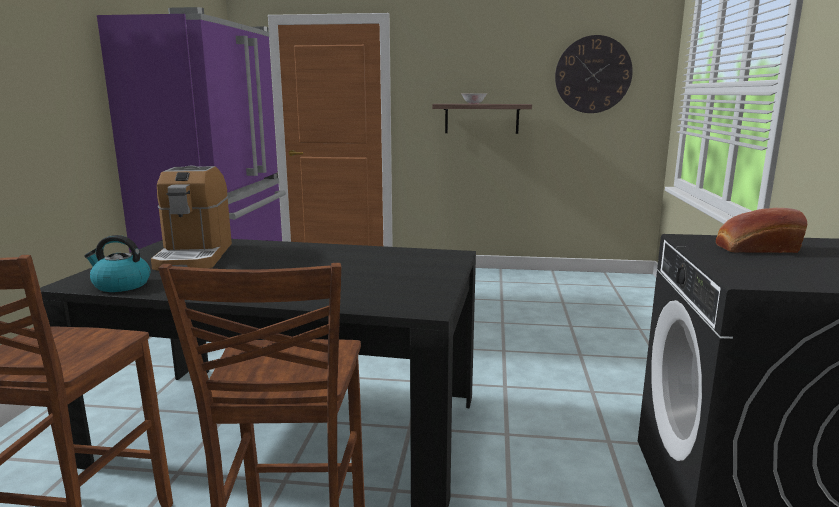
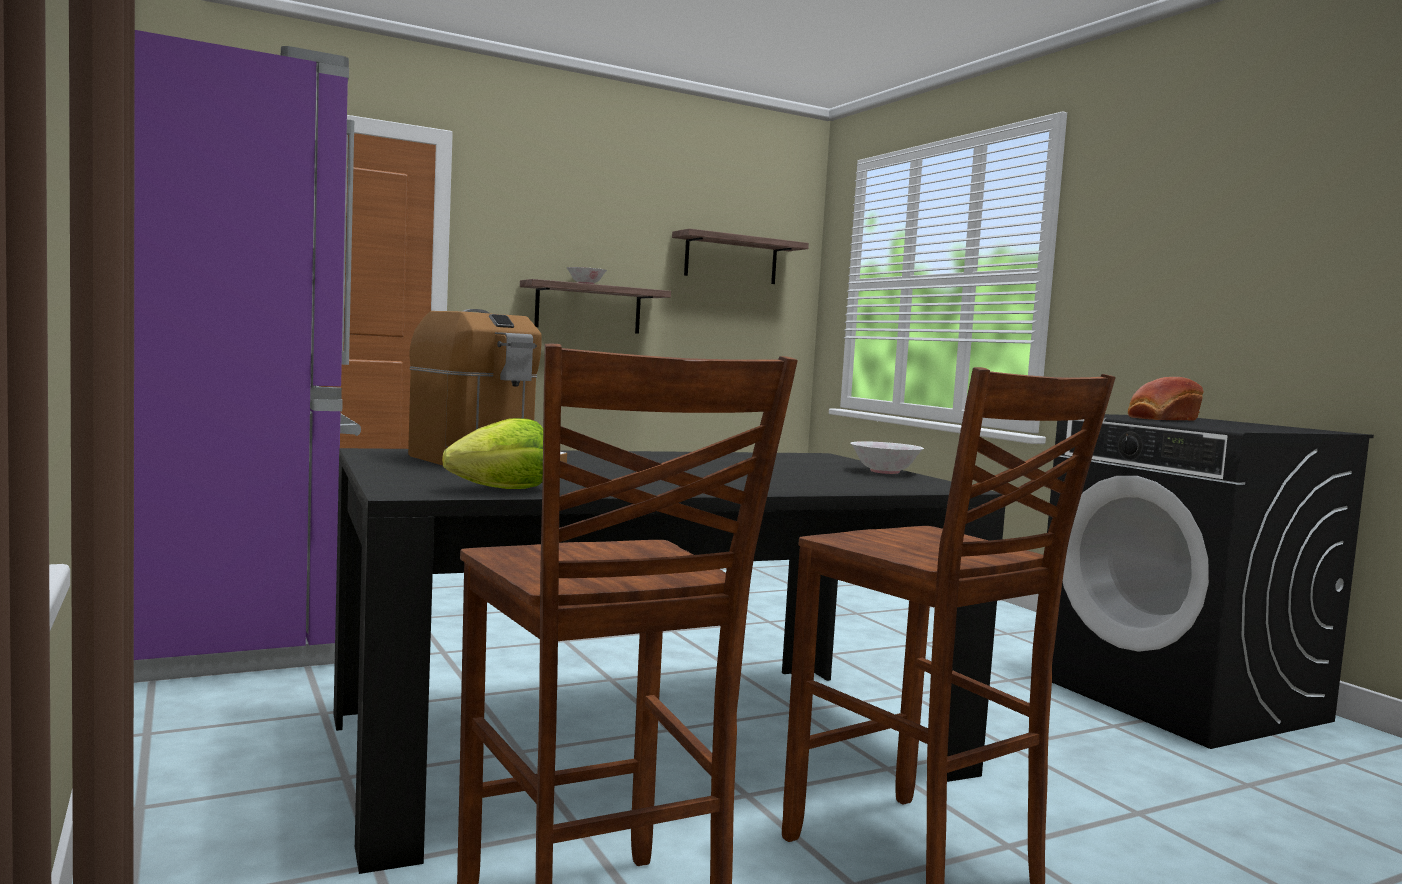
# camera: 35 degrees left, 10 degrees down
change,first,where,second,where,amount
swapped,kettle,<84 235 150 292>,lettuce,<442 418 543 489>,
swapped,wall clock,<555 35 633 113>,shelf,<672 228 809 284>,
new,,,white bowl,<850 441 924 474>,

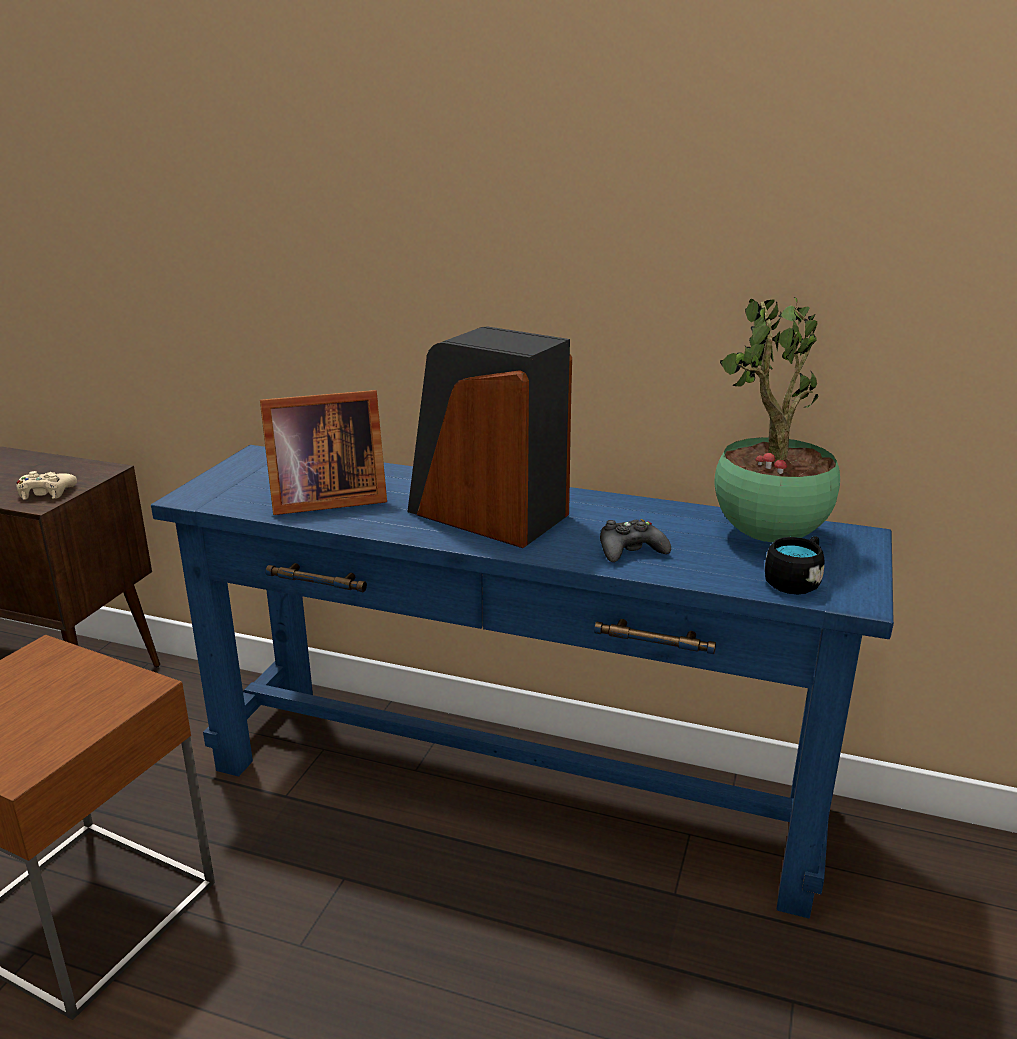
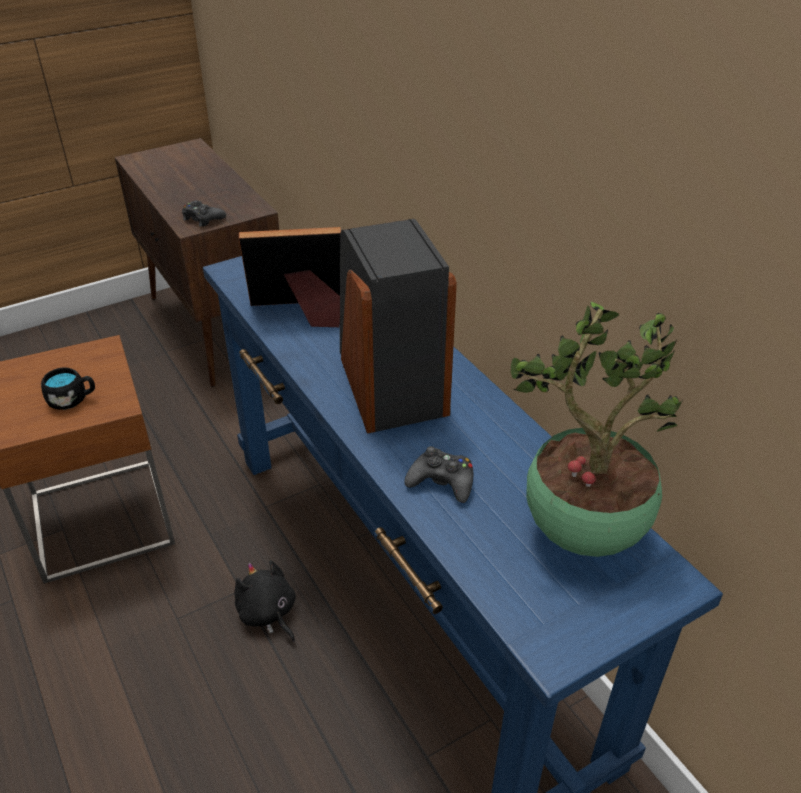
# camera: 40 degrees right, 15 degrees up
change,first,where,second,where,amount
shifted,black mug,<765 536 824 594>,,<41 367 95 410>,
repainted,beige game controller,<16 471 77 500>,black game controller,<182 200 226 227>,
new,,,black plush toy,<234 560 296 643>,
rotated,picture frame,<260 390 387 515>,,<239 227 341 327>,150 degrees clockwise

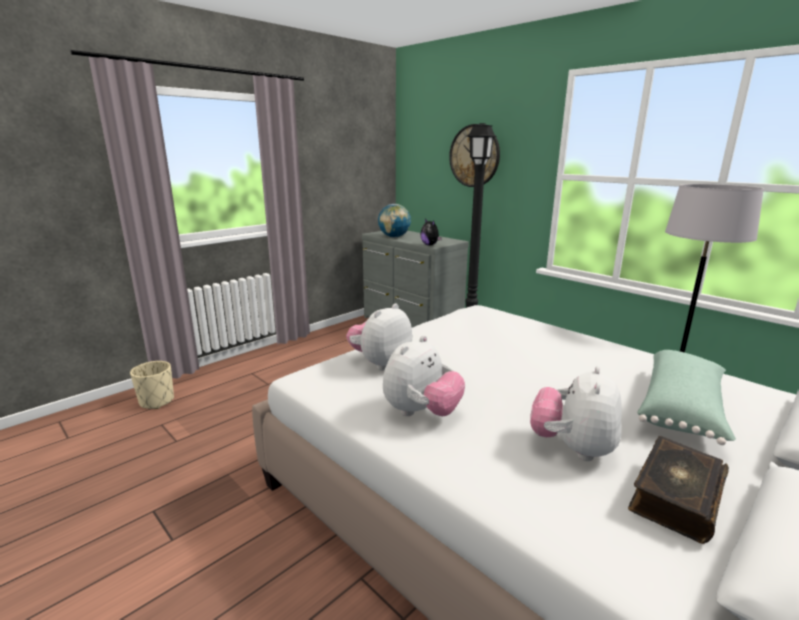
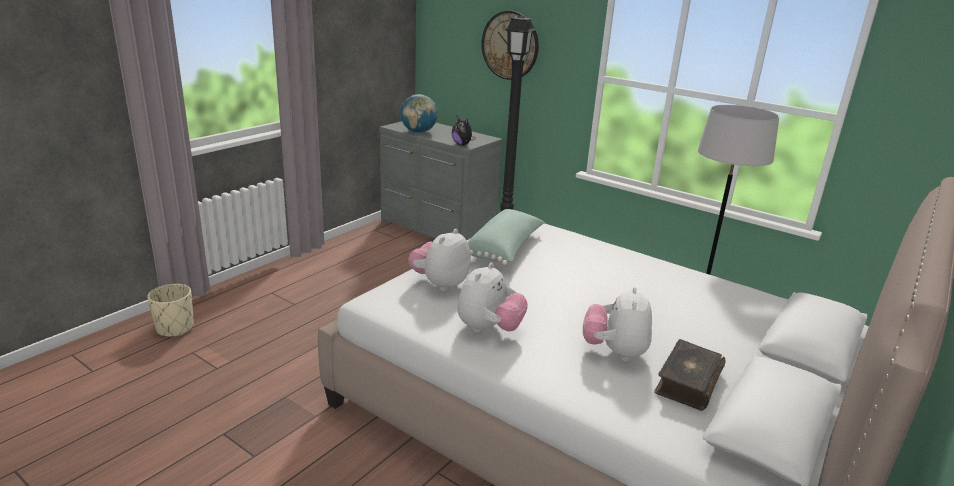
# camera: 10 degrees left, 5 degrees up
change,first,where,second,where,amount
shifted,green pillow,<637 350 736 445>,,<468 209 545 265>,

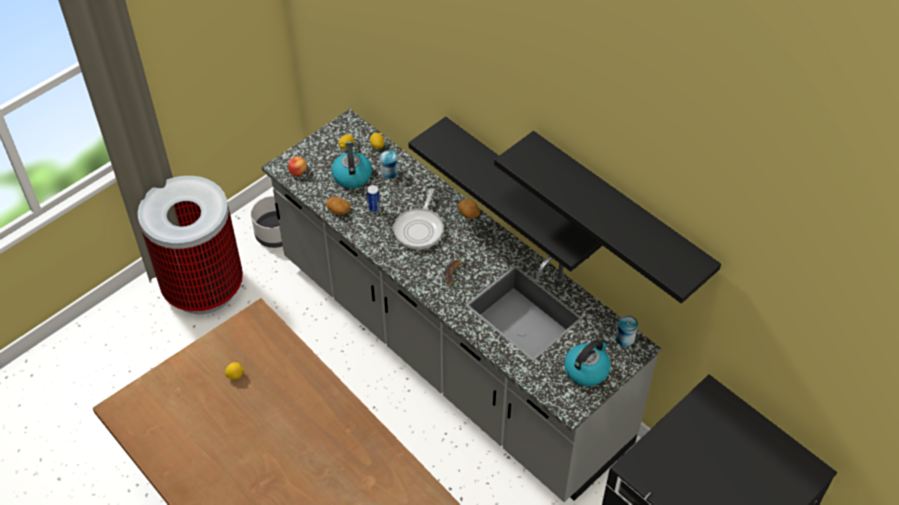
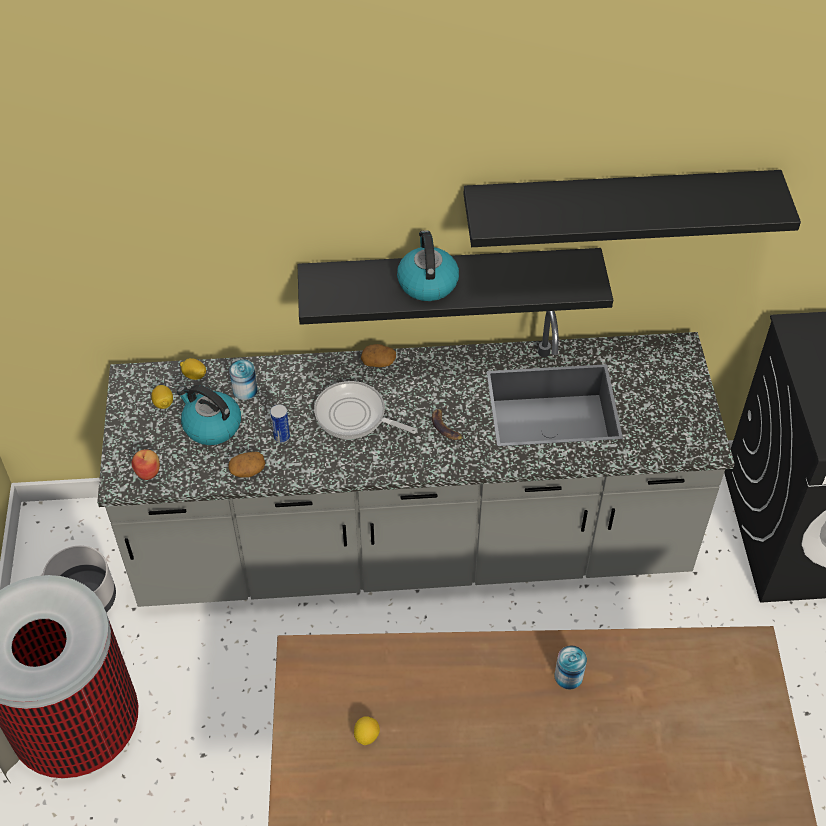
# camera: 50 degrees left, 0 degrees up
change,first,where,second,where,amount
rotated,frying pan,<393 188 444 249>,,<314 381 417 439>,150 degrees clockwise
shifted,kettle,<564 337 611 386>,,<397 230 459 301>,
shifted,can,<616 316 638 346>,,<554 646 587 690>,

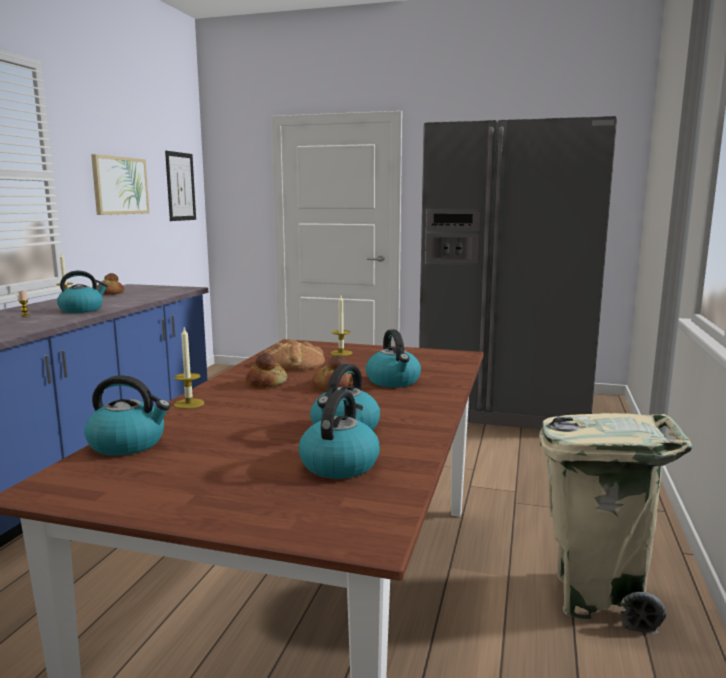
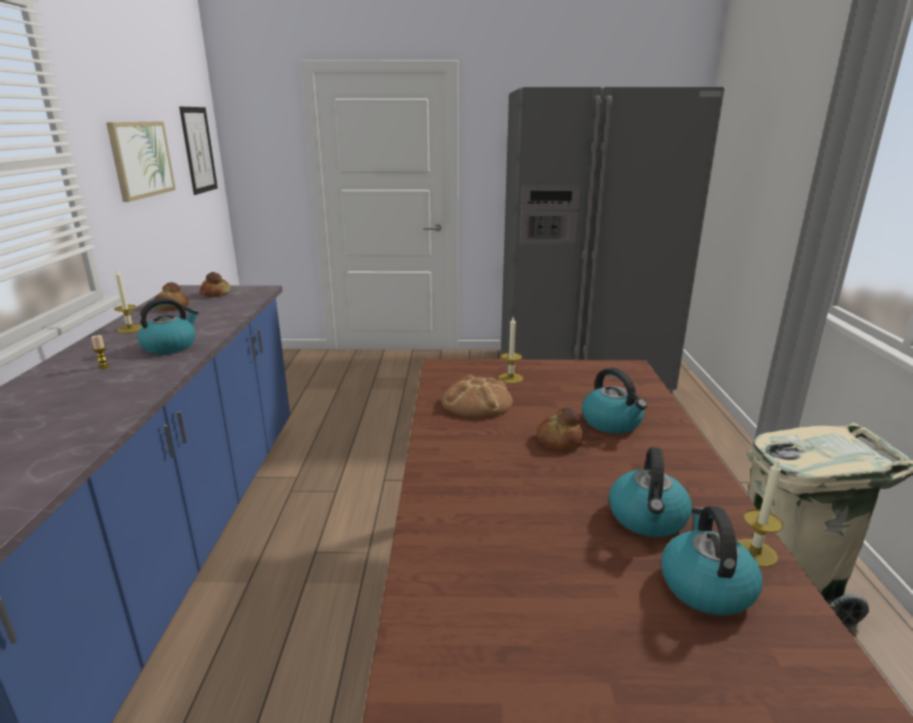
# camera: 15 degrees left, 10 degrees up
change,first,where,second,where,amount
shifted,bread,<245 353 288 388>,,<200 272 232 297>,
shifted,candle,<174 328 204 409>,,<737 461 783 567>,
gone,kettle,<84 375 171 456>,,,

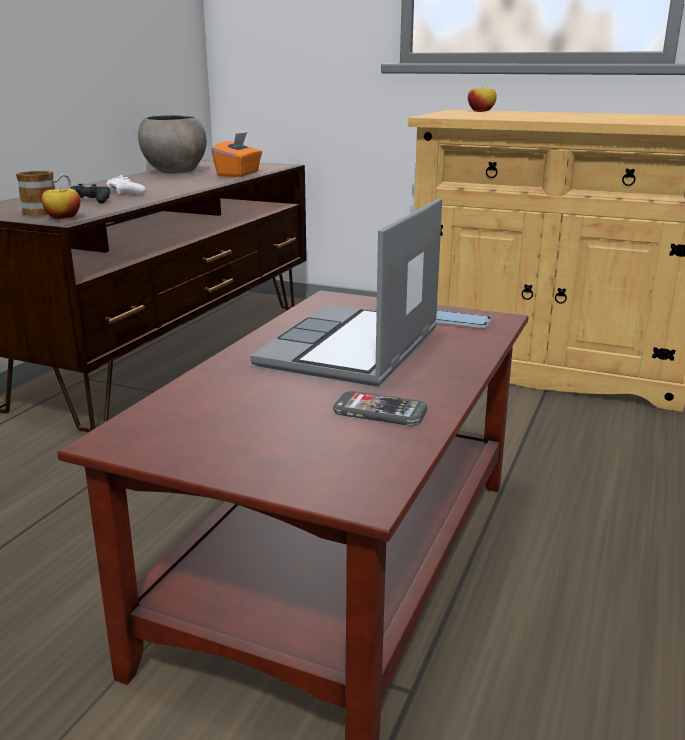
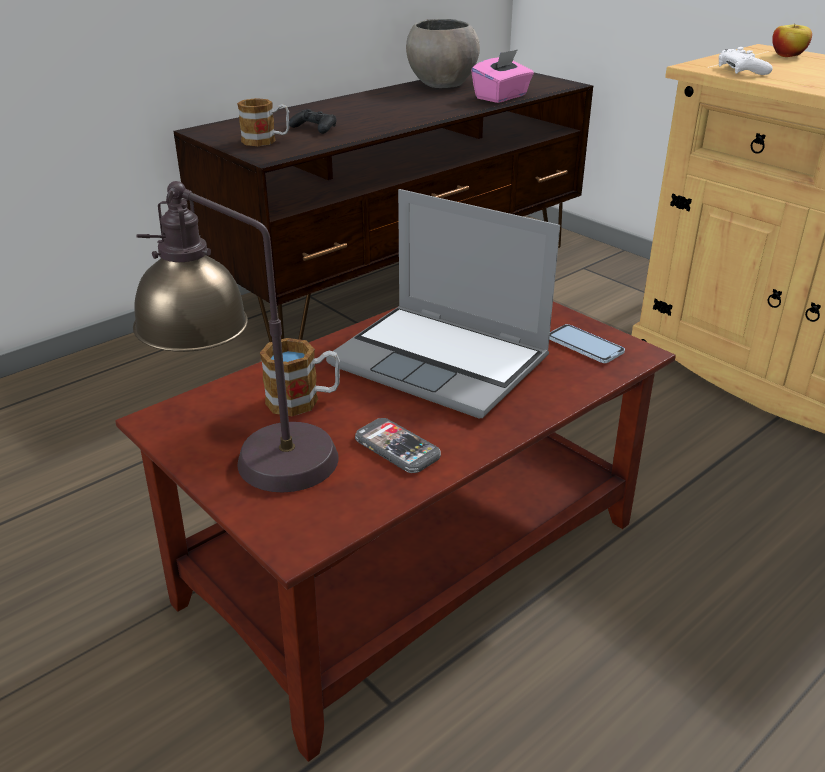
# camera: 25 degrees right, 10 degrees up
change,first,where,second,where,amount
new,,,table lamp,<133 181 339 492>,
new,,,mug,<260 338 340 416>,
rotated,laptop,<250 198 442 387>,,<326 189 560 419>,105 degrees counterclockwise
repainted,orange tissue box,<211 132 262 177>,pink tissue box,<471 49 534 103>,
shifted,white game controller,<106 175 146 195>,,<719 47 773 75>,
gone,apple,<42 188 80 219>,,,

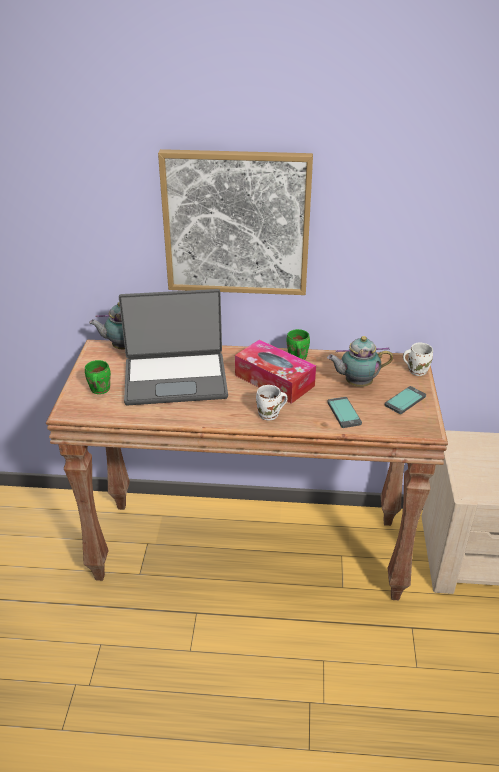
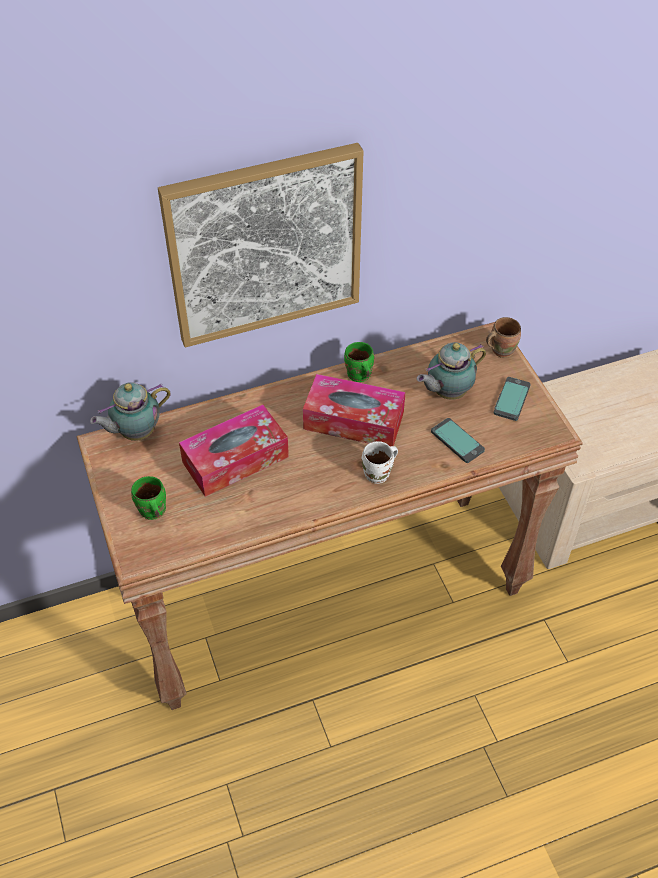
# camera: 25 degrees left, 15 degrees up
change,first,where,second,where,amount
swapped,laptop,<119 289 228 405>,tissue box,<179 405 289 497>,
repainted,white mug,<403 343 433 376>,brown mug,<486 317 521 358>,

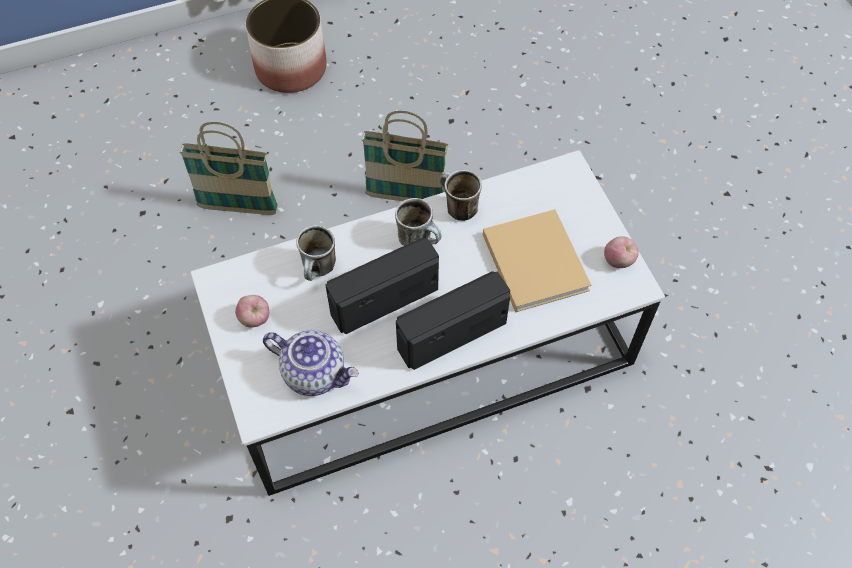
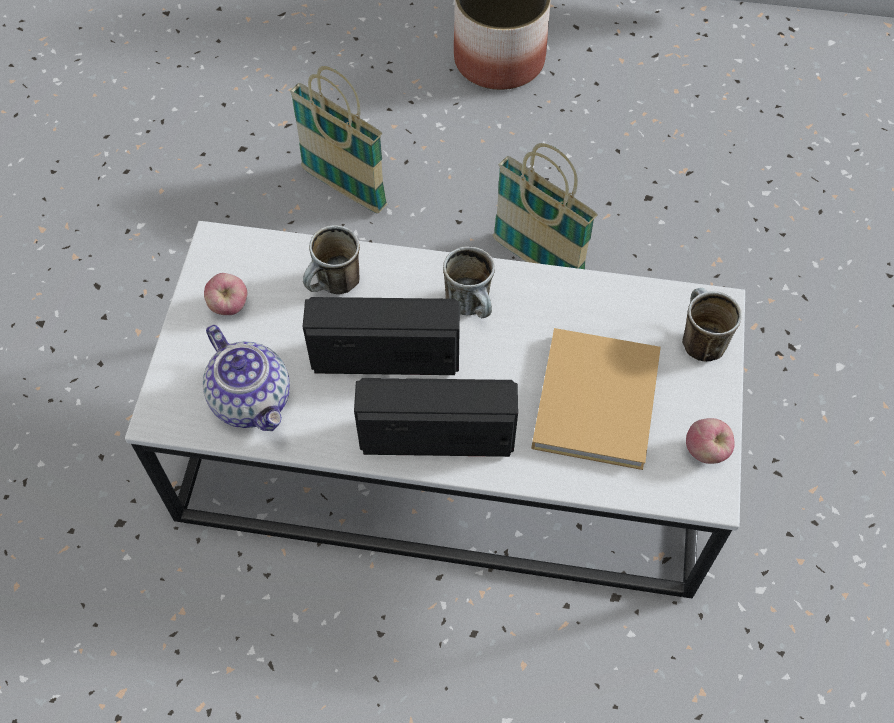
# camera: 30 degrees right, 0 degrees up
change,first,where,second,where,amount
shifted,mug,<440 170 482 221>,,<682 288 742 362>,

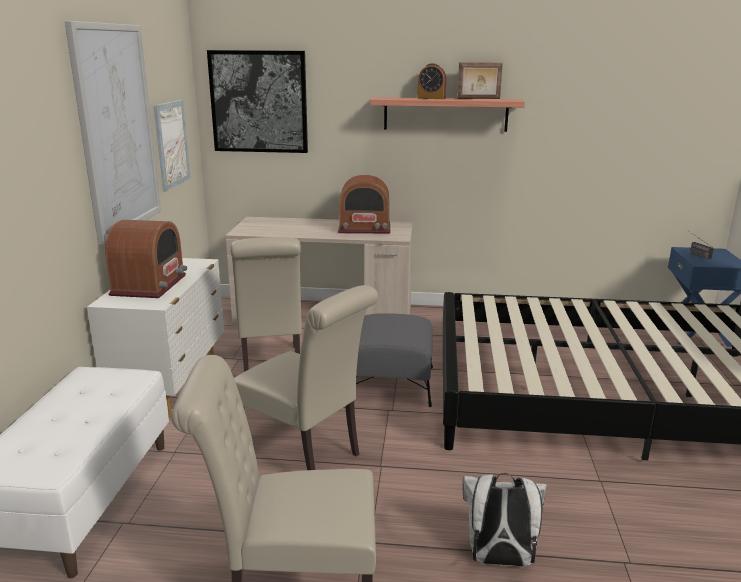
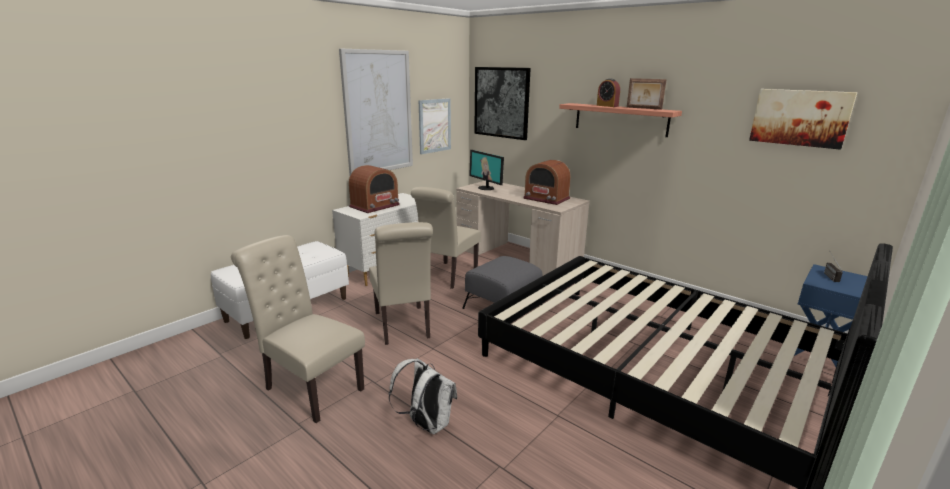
# camera: 35 degrees right, 0 degrees up
change,first,where,second,where,amount
new,,,monitor,<469 150 504 190>,
new,,,picture,<749 89 857 150>,

